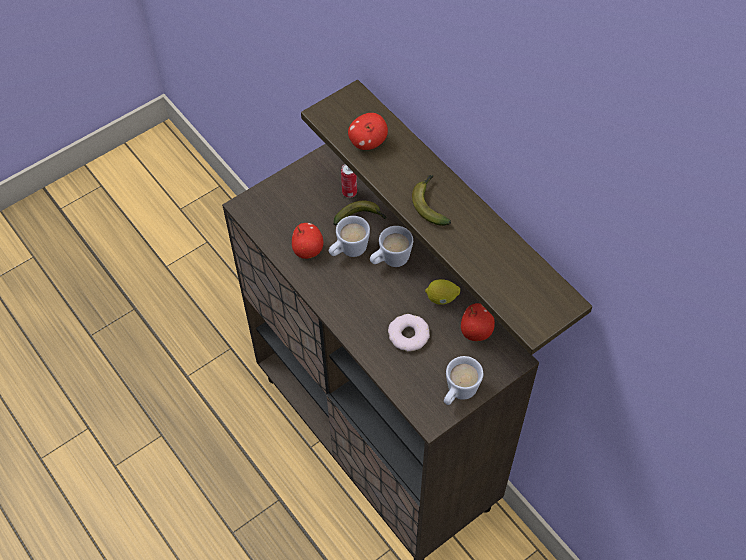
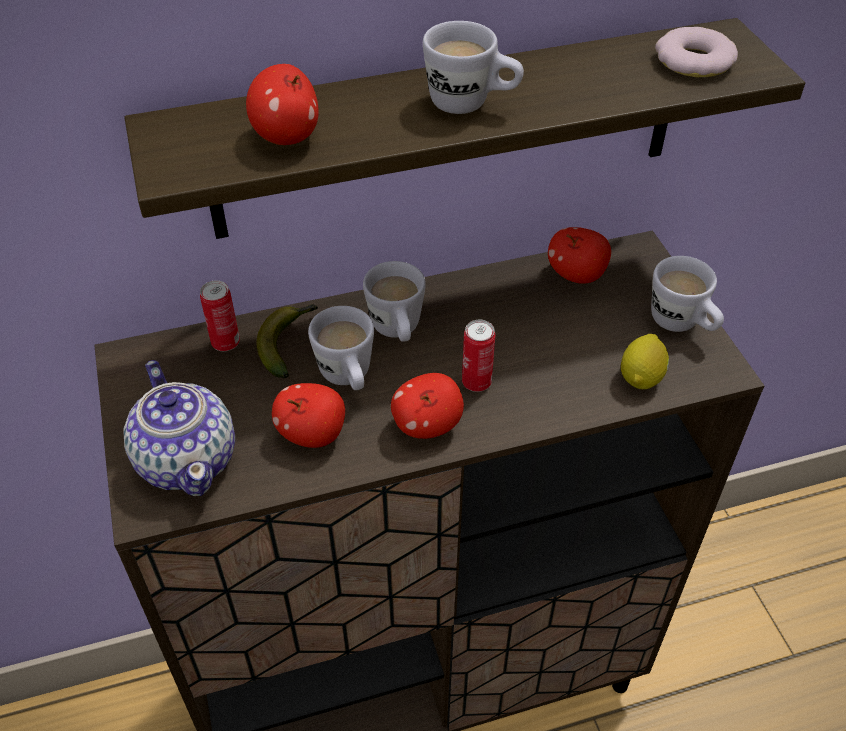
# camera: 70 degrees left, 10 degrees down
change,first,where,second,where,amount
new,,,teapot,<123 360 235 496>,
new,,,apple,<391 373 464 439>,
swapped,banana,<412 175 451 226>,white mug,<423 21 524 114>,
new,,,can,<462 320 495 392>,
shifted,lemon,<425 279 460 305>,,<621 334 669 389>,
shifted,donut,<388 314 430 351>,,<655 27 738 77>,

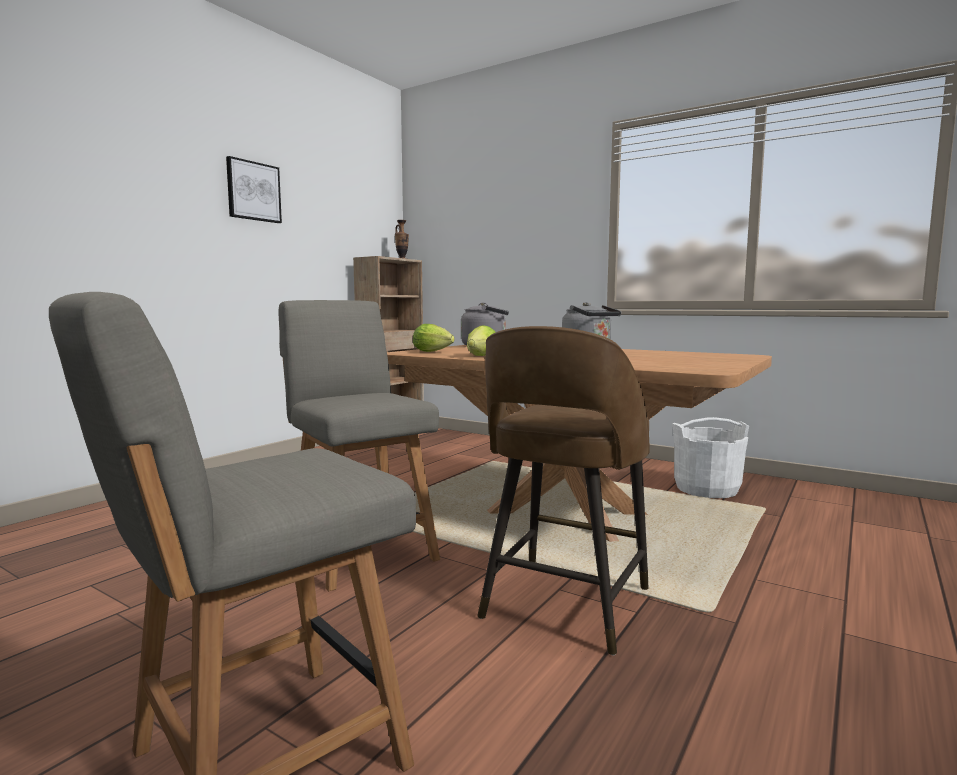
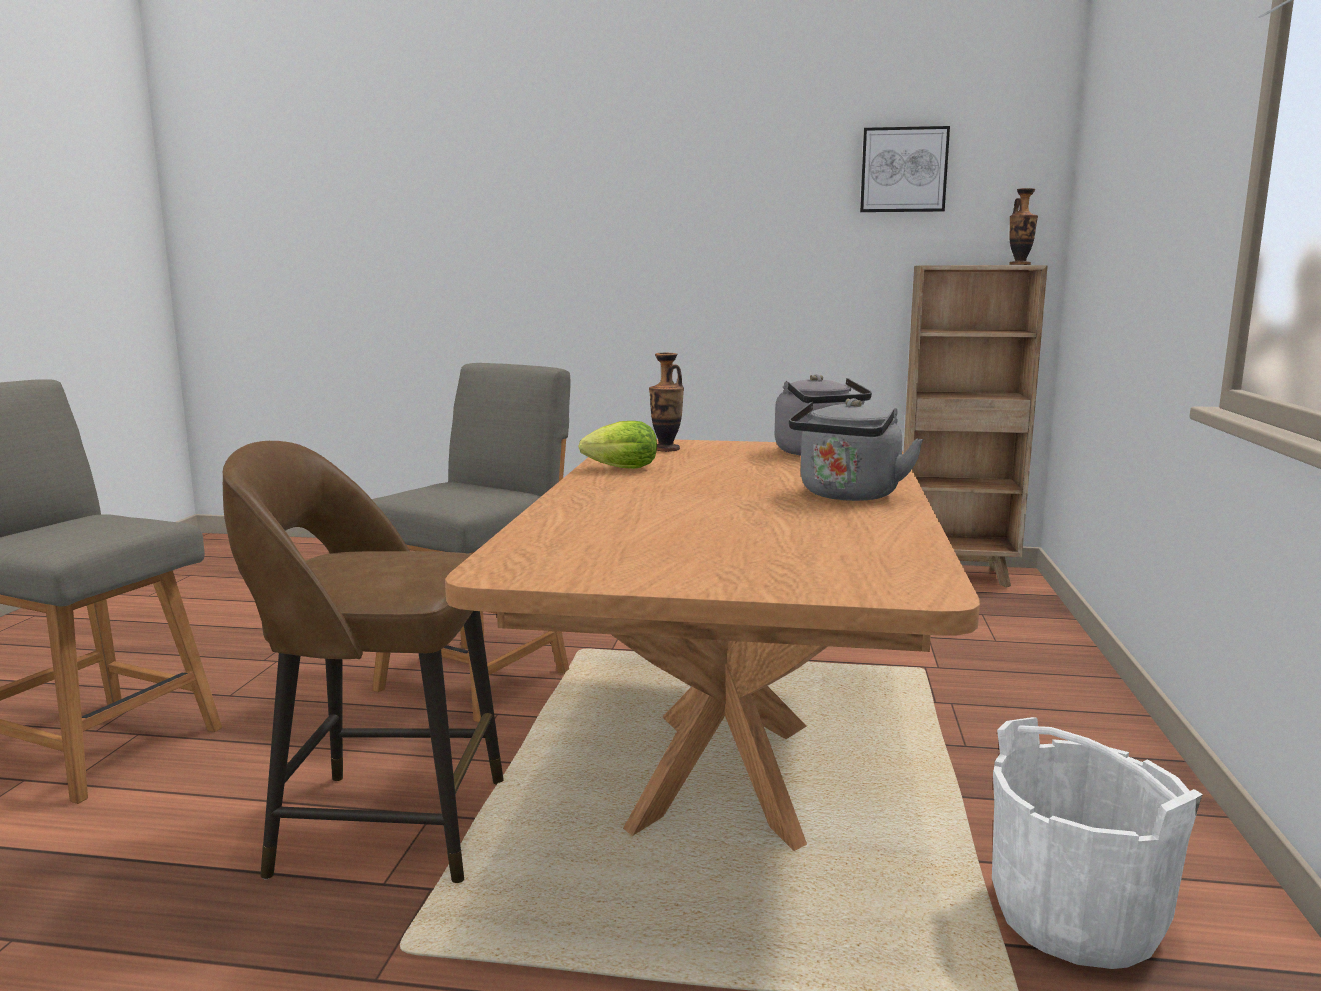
# camera: 65 degrees right, 5 degrees up
change,first,where,second,where,amount
swapped,lettuce,<413 324 455 352>,vase,<649 353 684 452>,
shifted,picture,<226 156 282 223>,,<860 126 950 212>,

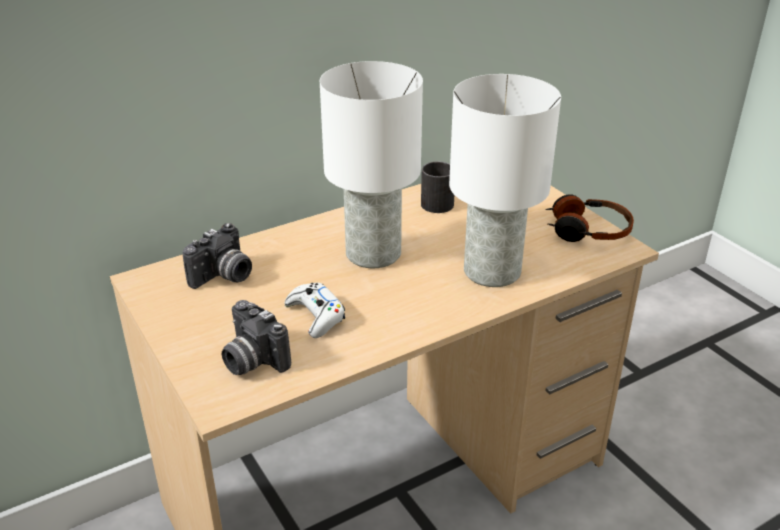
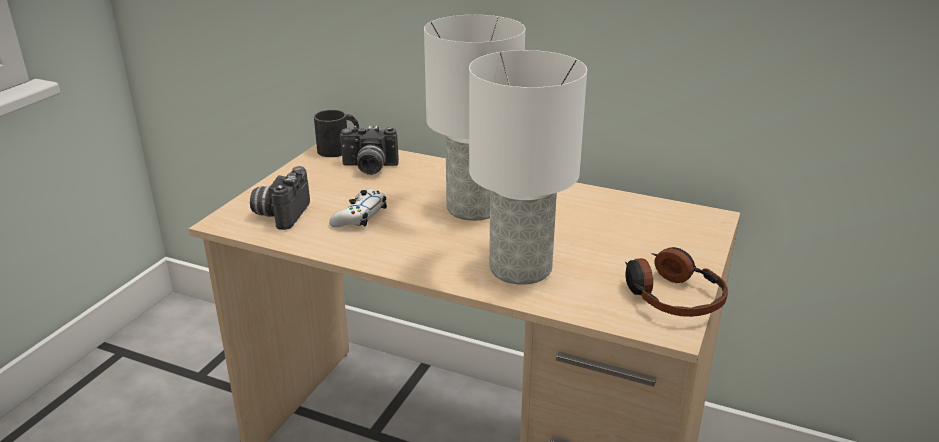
# camera: 55 degrees right, 5 degrees down
change,first,where,second,where,amount
shifted,black mug,<421 161 454 213>,,<314 110 359 157>,

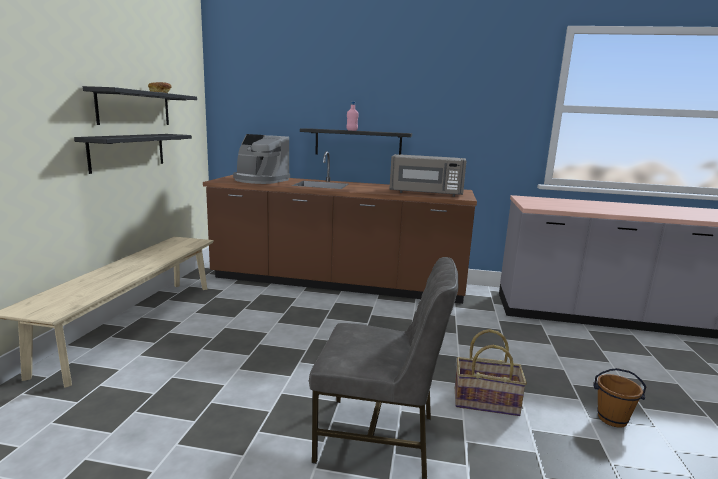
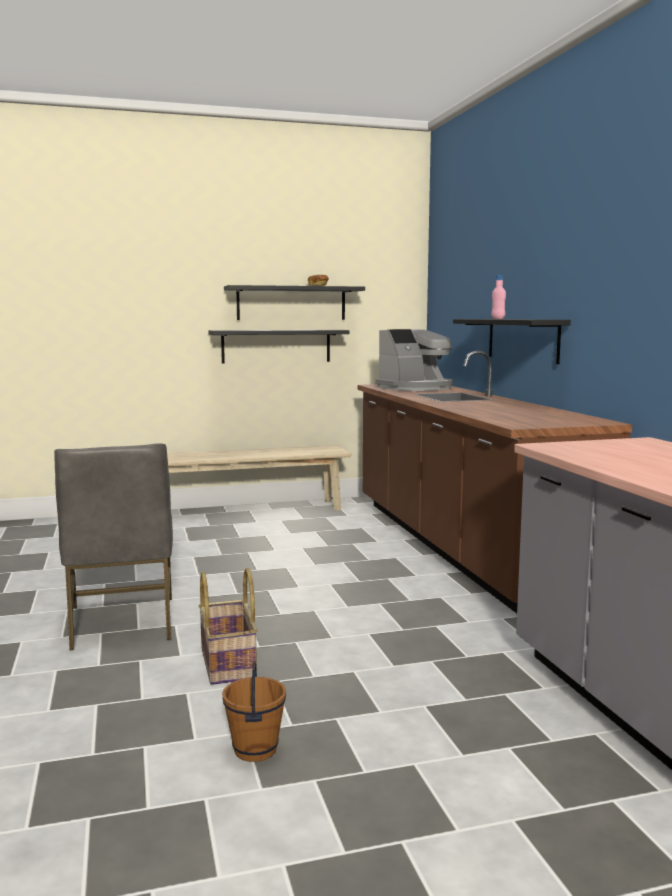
# camera: 65 degrees right, 5 degrees down
change,first,where,second,where,amount
rotated,coffee machine,<233 134 290 184>,,<375 329 453 391>,120 degrees counterclockwise
gone,grey microwave,<390 154 466 197>,,,

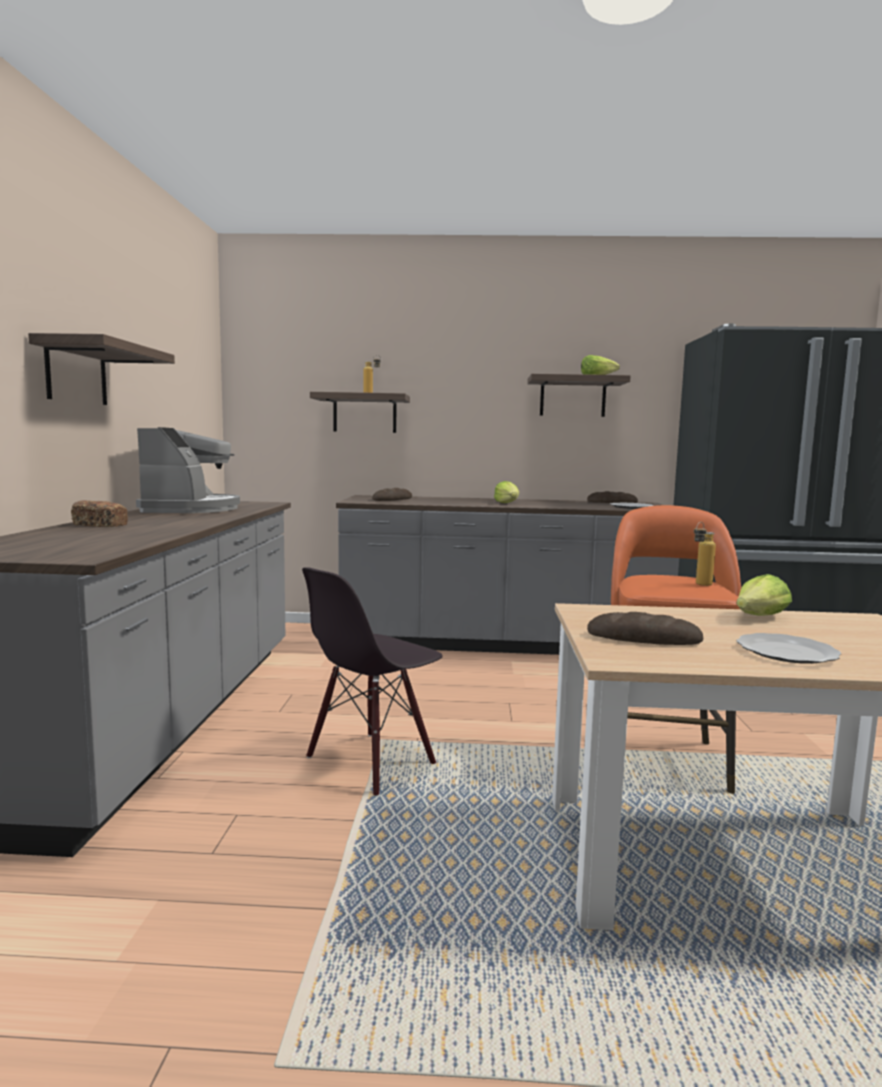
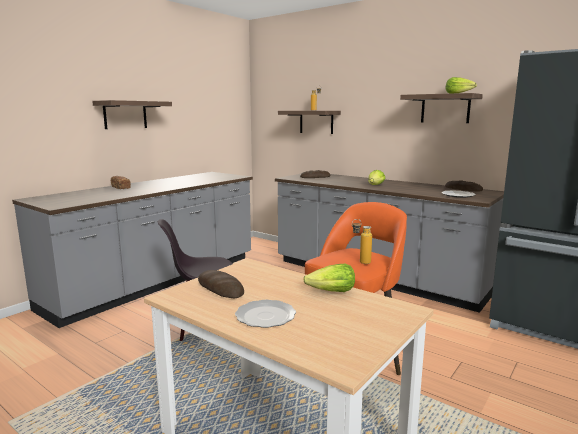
# camera: 35 degrees right, 5 degrees up
change,first,where,second,where,amount
gone,coffee machine,<136 427 240 513>,,,

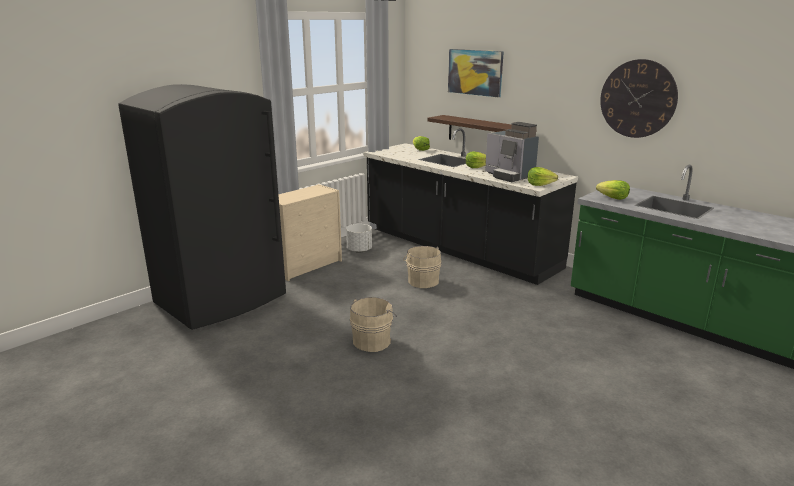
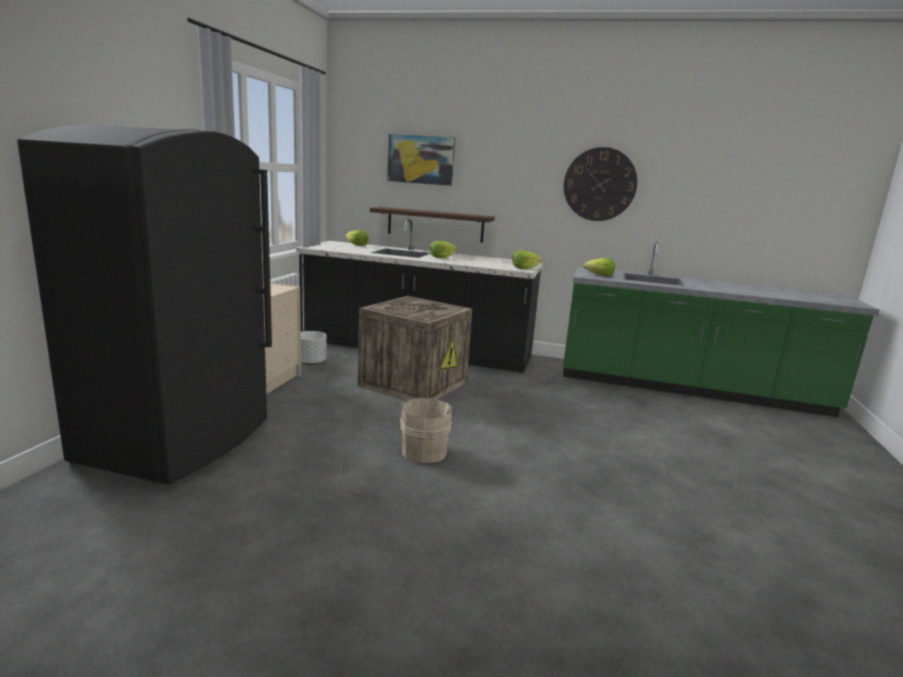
# camera: 30 degrees left, 5 degrees down
change,first,where,second,where,amount
swapped,beige bucket,<403 246 441 288>,crate,<358 296 472 401>,
gone,coffee machine,<485 122 539 182>,,,

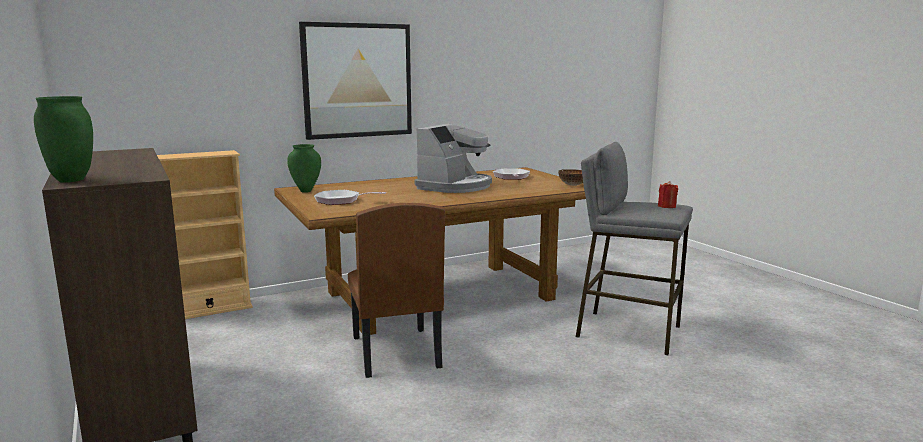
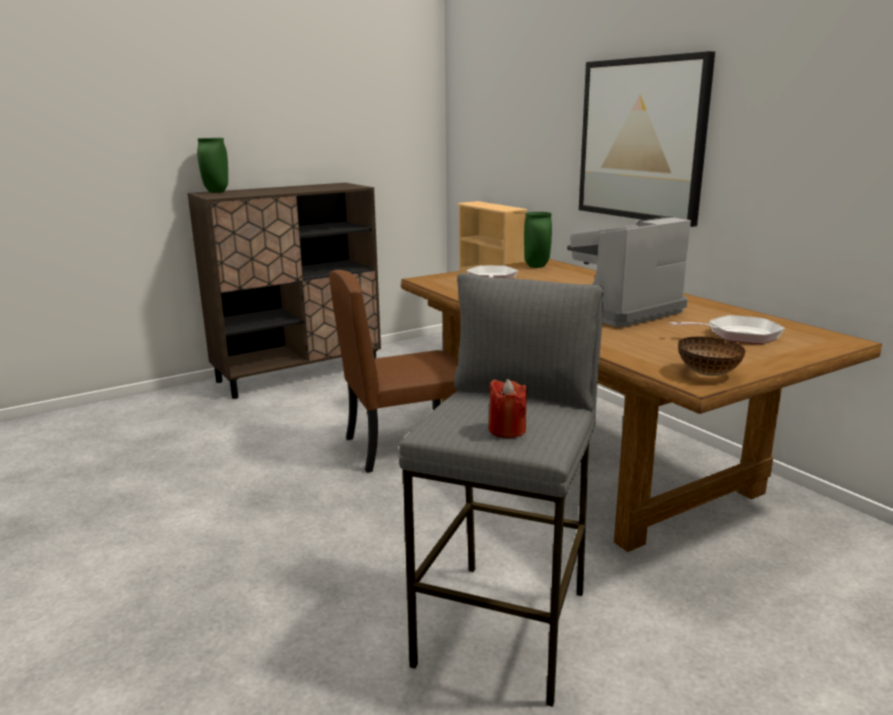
# camera: 85 degrees right, 5 degrees up
change,first,where,second,where,amount
rotated,coffee machine,<415 124 492 193>,,<567 216 691 327>,120 degrees clockwise

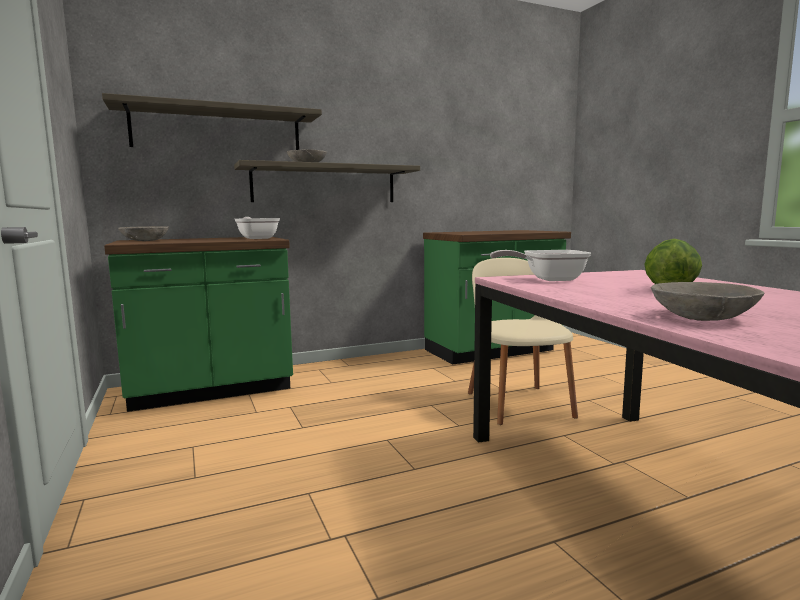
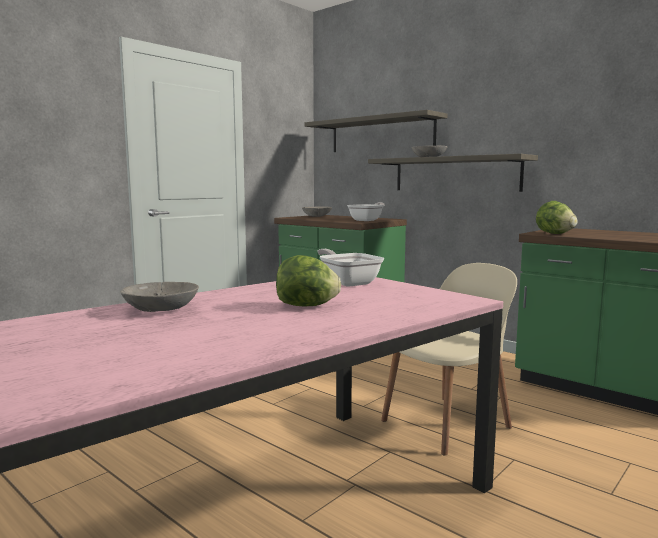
# camera: 65 degrees right, 0 degrees up
change,first,where,second,where,amount
new,,,lettuce,<536 201 578 234>,

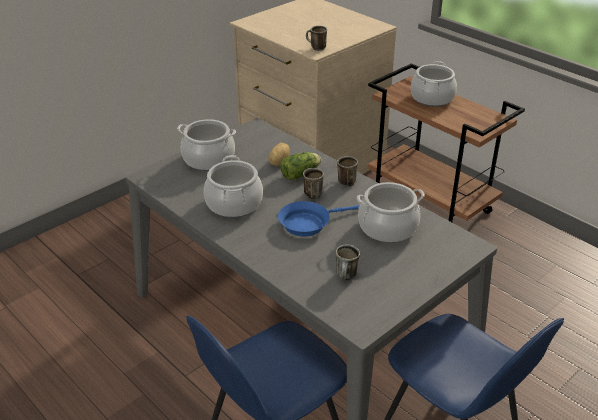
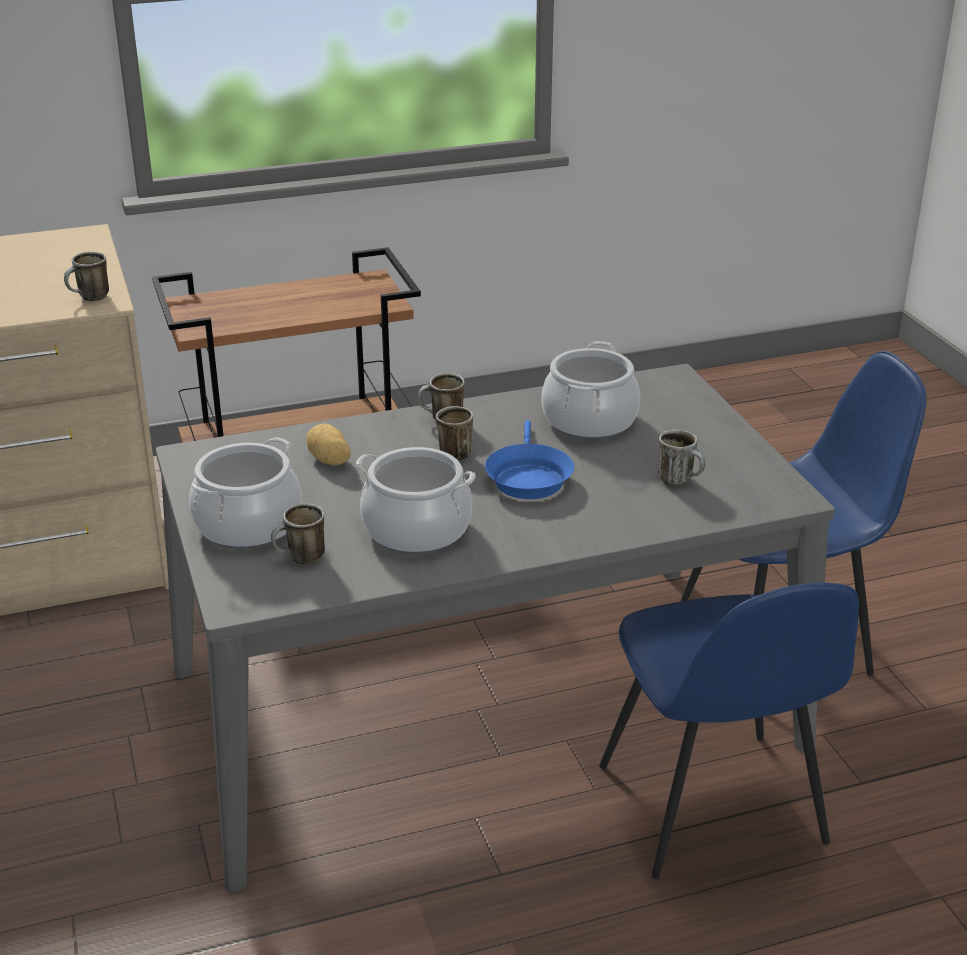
# camera: 65 degrees left, 5 degrees down
change,first,where,second,where,amount
new,,,mug,<271 503 325 565>,
gone,lettuce,<280 152 321 180>,,,
gone,cooking pot,<411 61 457 107>,,,

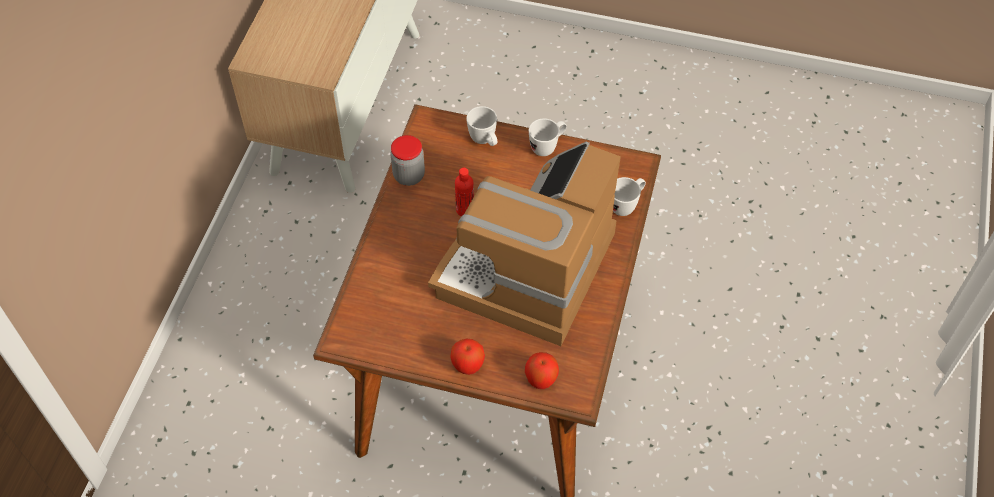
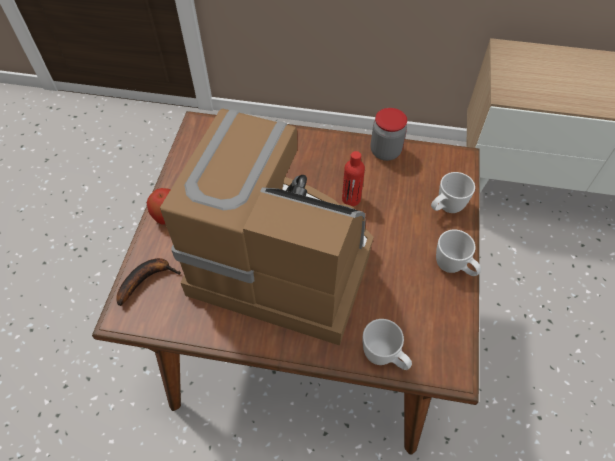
# camera: 85 degrees right, 0 degrees up
change,first,where,second,where,amount
swapped,apple,<525 352 559 389>,banana,<116 258 181 306>,

